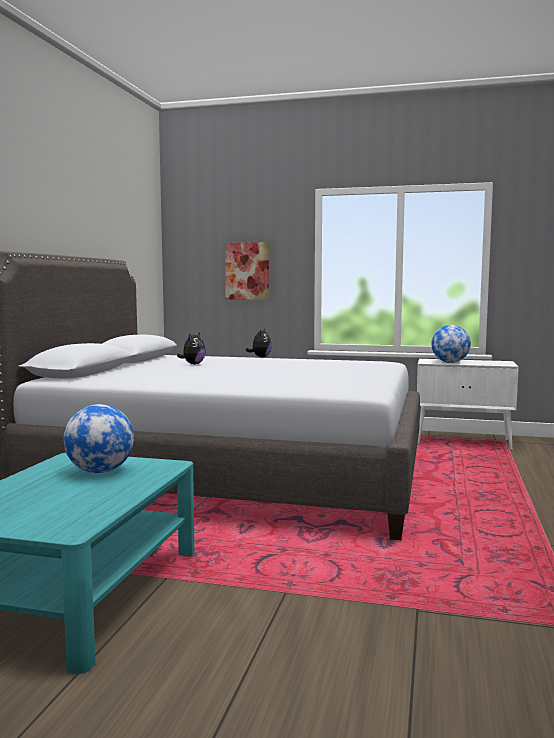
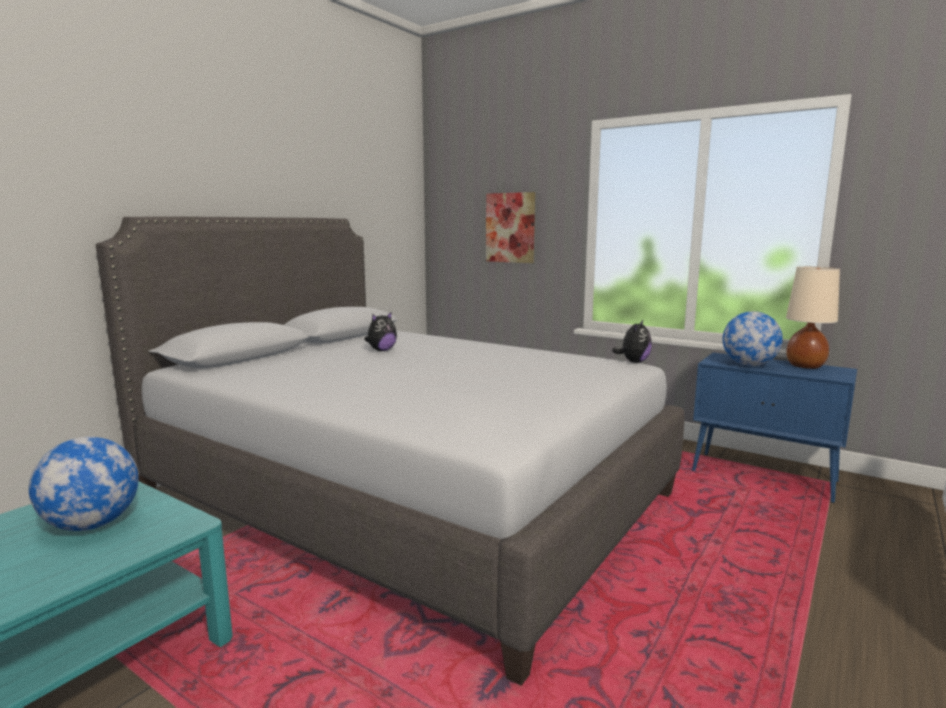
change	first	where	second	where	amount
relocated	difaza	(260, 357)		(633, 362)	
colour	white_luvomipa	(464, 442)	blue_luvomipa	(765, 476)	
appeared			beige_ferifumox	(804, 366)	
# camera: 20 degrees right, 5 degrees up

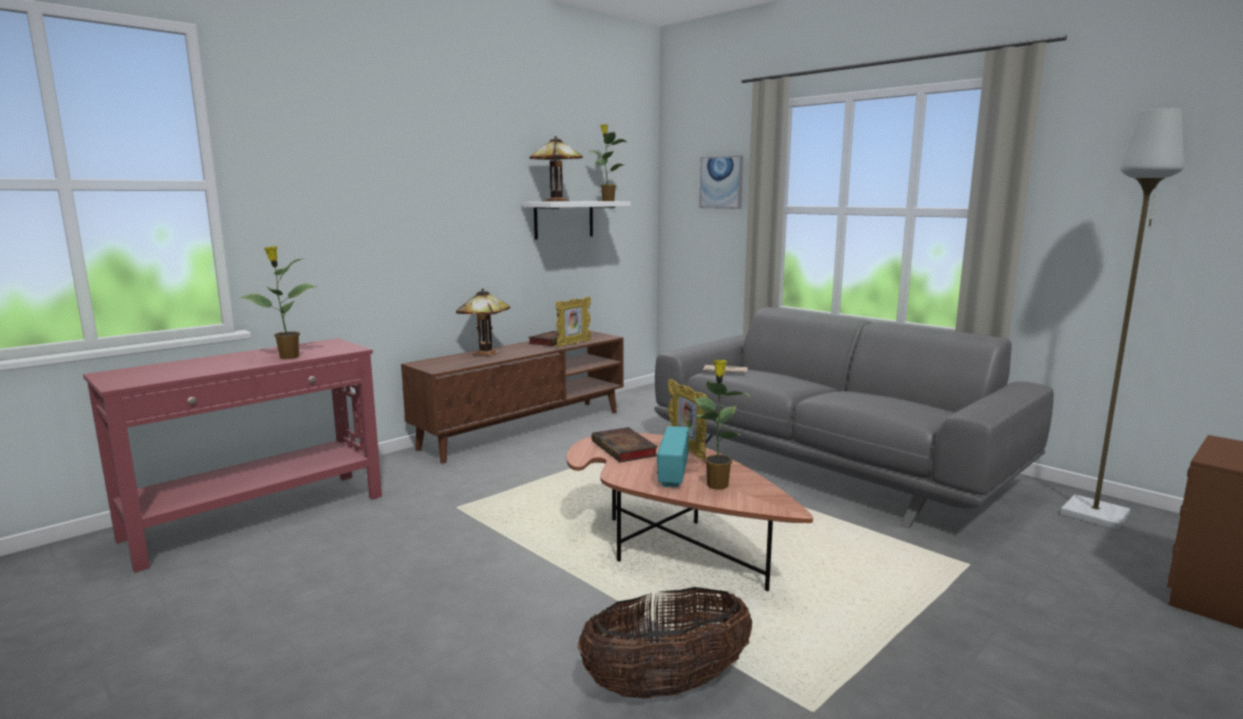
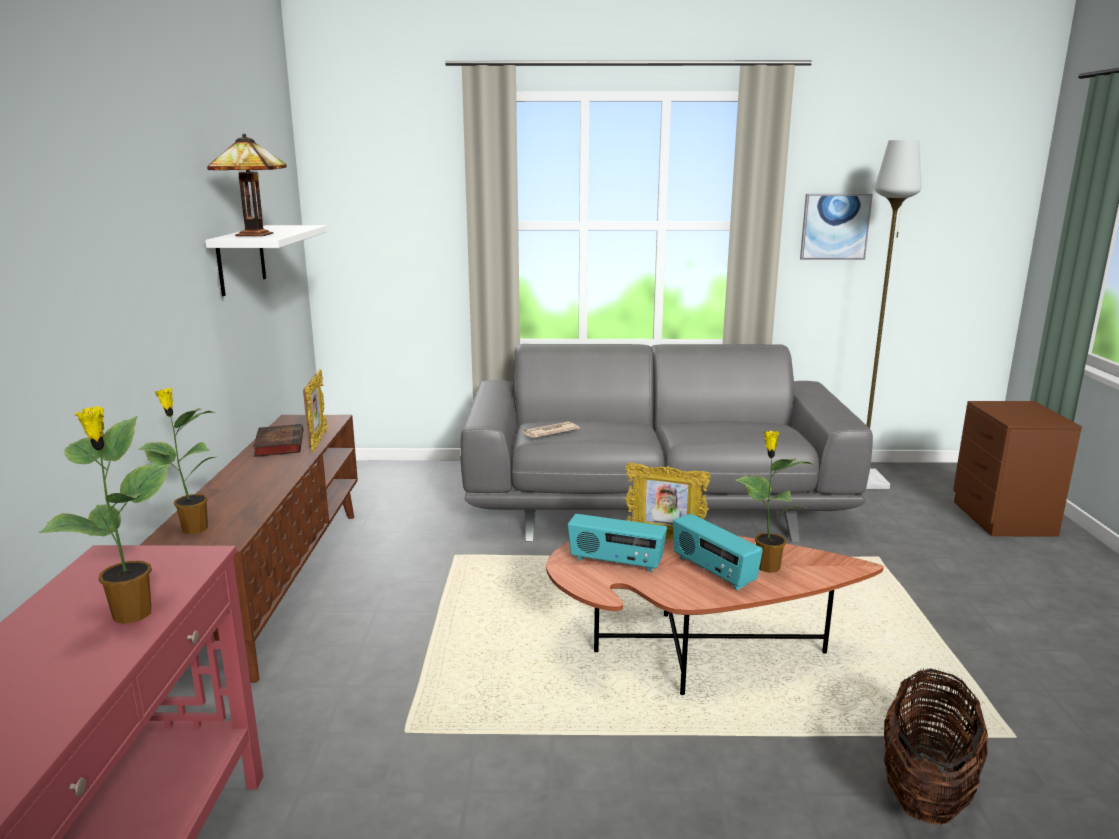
change	first	where	second	where	amount
relocated	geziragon	(607, 201)		(193, 529)	
exchanged	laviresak	(625, 449)	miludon	(615, 563)	
relocated	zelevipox	(721, 182)		(835, 226)	
missing	ferifumox	(486, 354)			
# camera: 45 degrees left, 5 degrees up

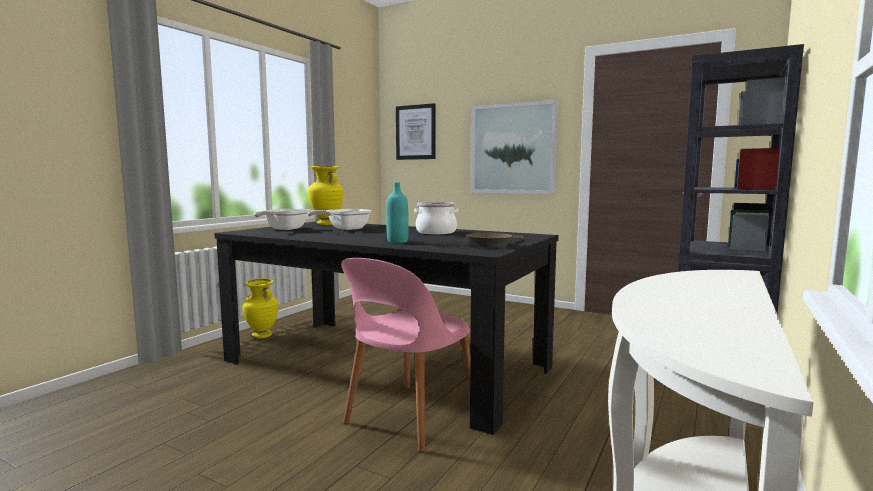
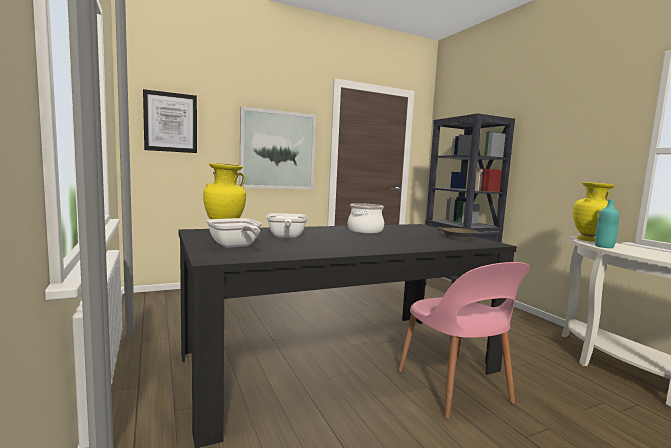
change	first	where	second	where	amount
relocated	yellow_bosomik	(261, 336)		(588, 240)	
relocated	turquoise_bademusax	(397, 241)		(604, 246)	
# camera: 55 degrees left, 0 degrees up

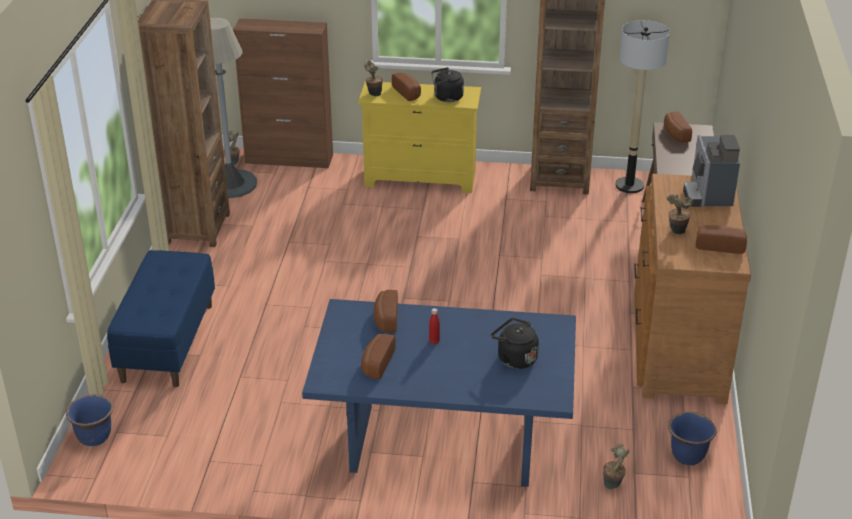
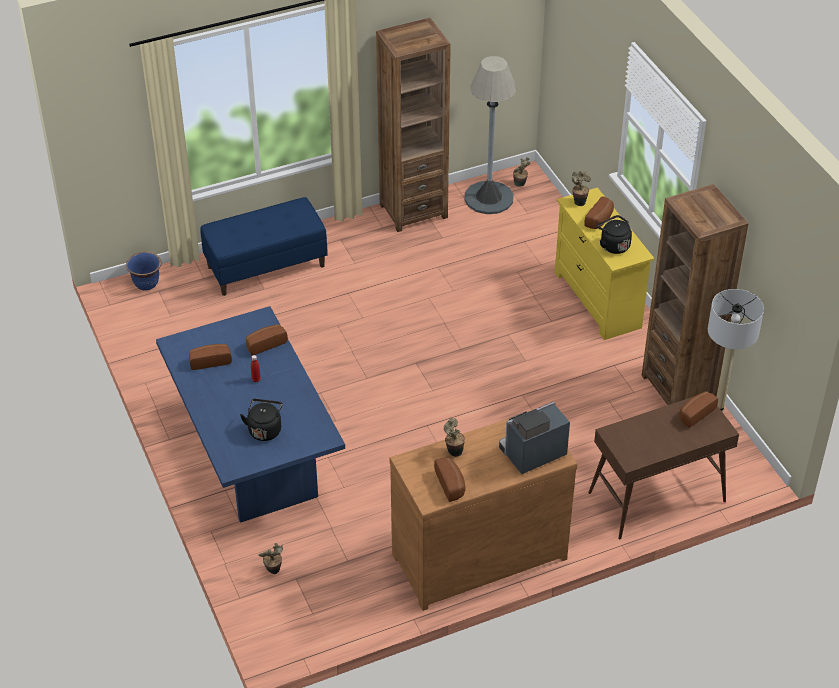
change	first	where	second	where	amount
missing	brown_luvomipa	(289, 159)			
missing	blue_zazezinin	(687, 456)			
# camera: 60 degrees right, 10 degrees up

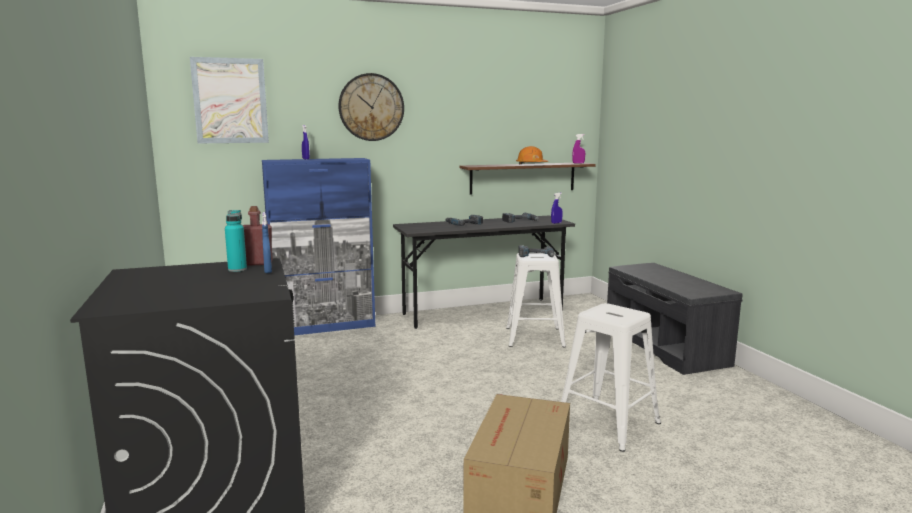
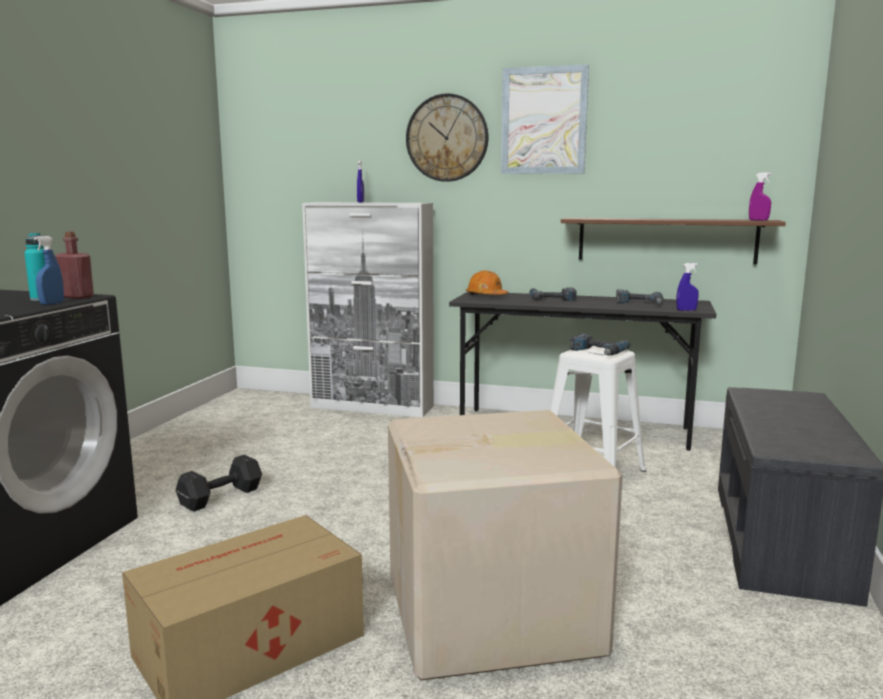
change	first	where	second	where	amount
appeared			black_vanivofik	(219, 497)	
colour	blue_luvomipa	(325, 327)	white_luvomipa	(372, 407)	
exchanged	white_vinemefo	(609, 423)	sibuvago	(494, 615)	
relocated	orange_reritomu	(531, 164)		(486, 296)	
relocated	zelevipox	(230, 101)		(544, 121)	
# camera: 35 degrees right, 0 degrees up

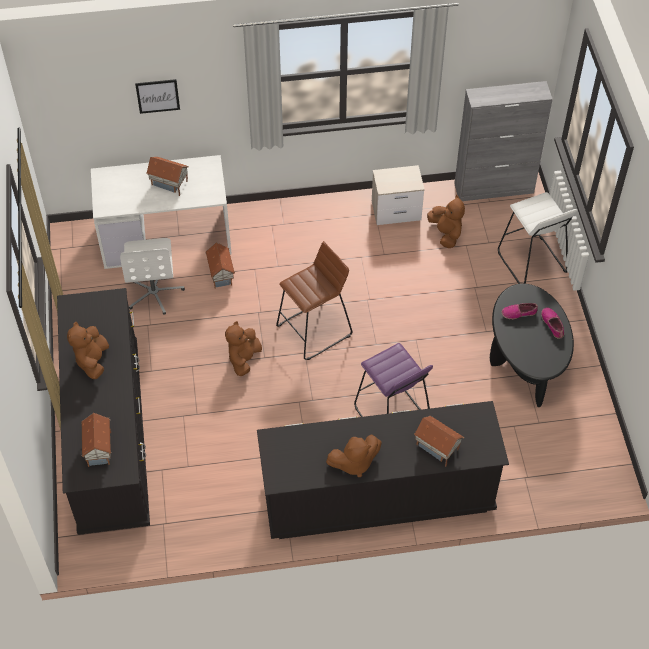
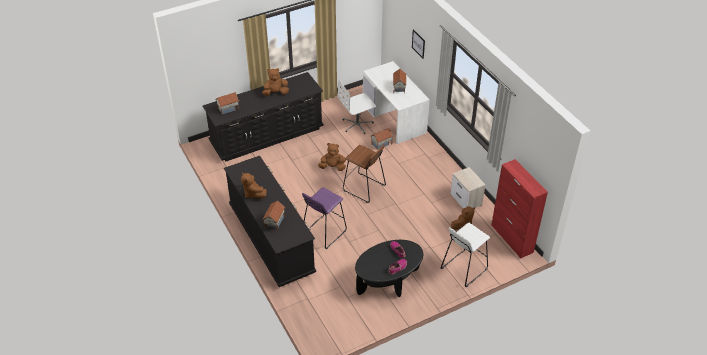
change	first	where	second	where	amount
colour	grey_luvomipa	(494, 188)	red_luvomipa	(512, 239)	
# camera: 70 degrees right, 10 degrees down

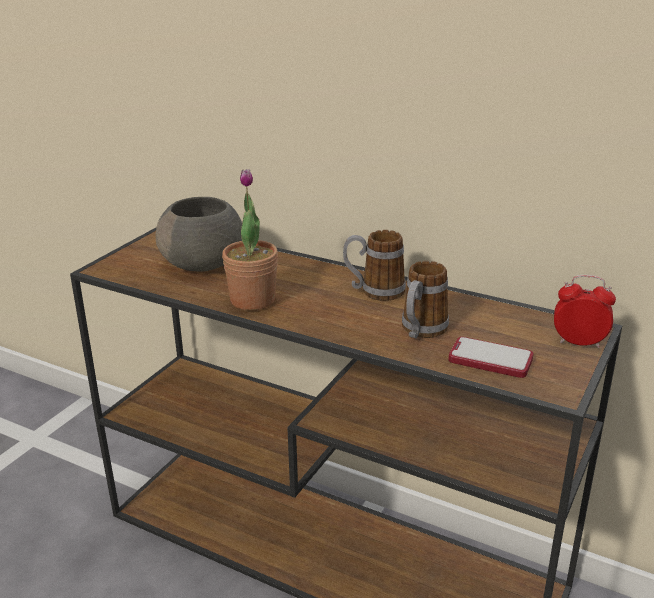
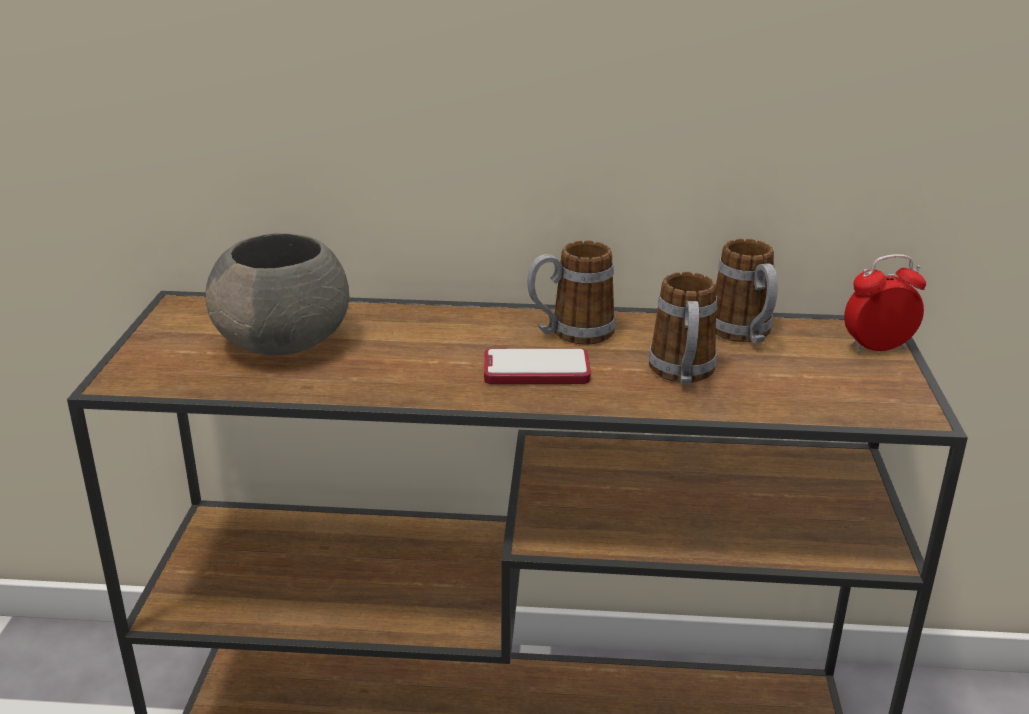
change	first	where	second	where	amount
relocated	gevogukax	(490, 359)		(536, 370)	
appeared			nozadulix	(745, 335)	
missing	geziragon	(252, 300)			
# camera: 25 degrees left, 0 degrees up

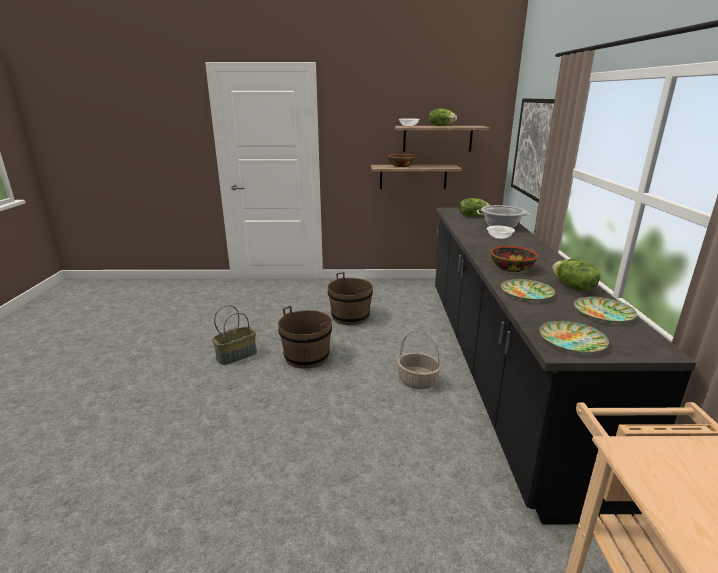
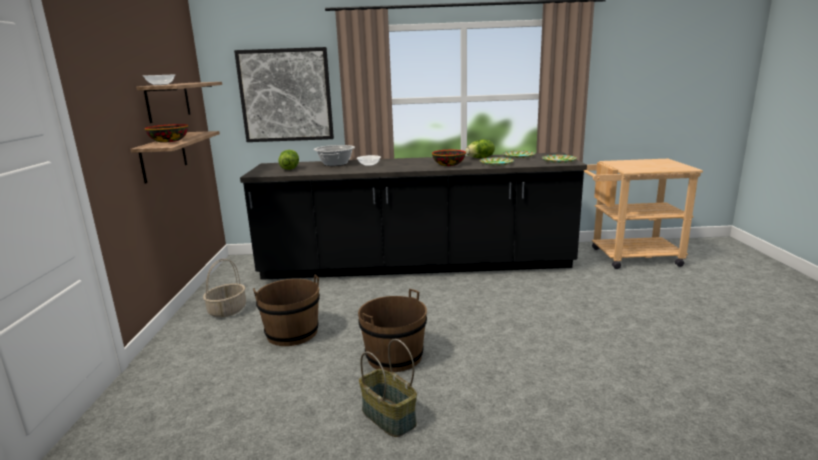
change	first	where	second	where	amount
relocated	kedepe	(418, 381)		(227, 310)	
missing	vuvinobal	(441, 126)			
# camera: 90 degrees left, 5 degrees down

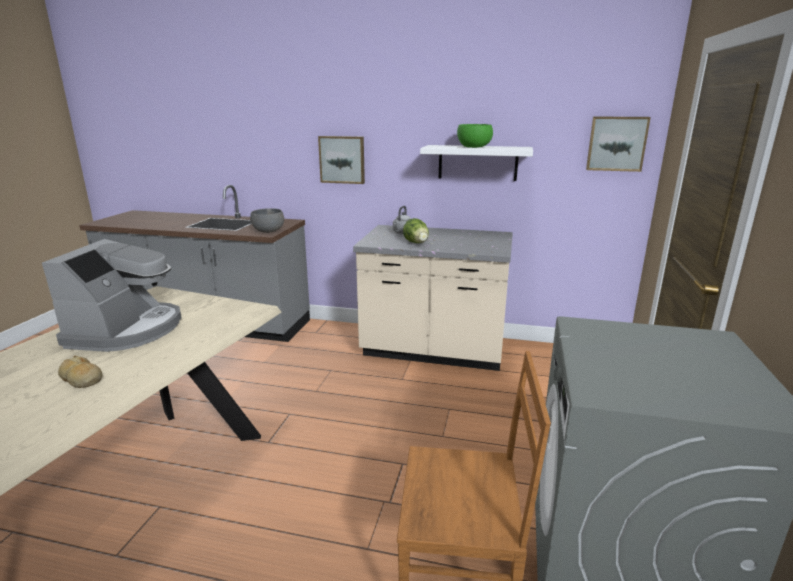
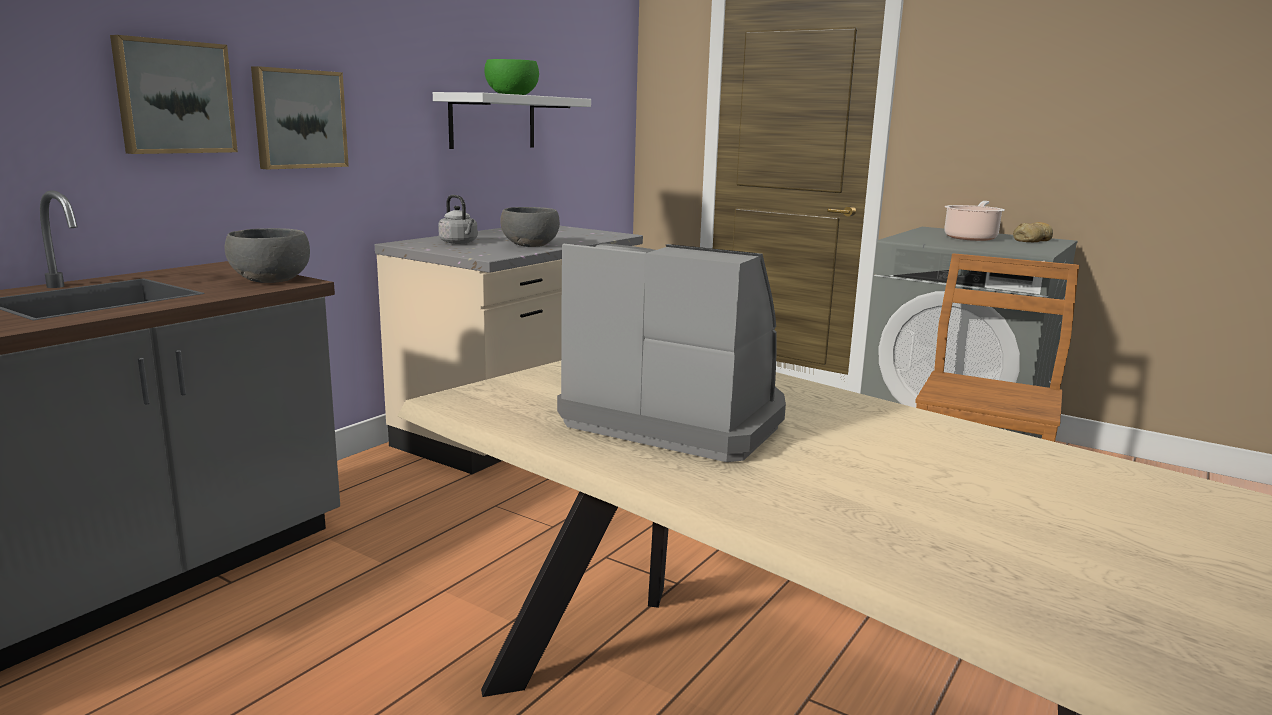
change	first	where	second	where	amount
relocated	zelevipox	(616, 143)		(174, 97)	
exchanged	vuvinobal	(417, 243)	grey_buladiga	(529, 245)	
appeared			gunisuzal	(971, 237)	
relocated	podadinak	(81, 379)		(1033, 240)	
# camera: 70 degrees left, 5 degrees down

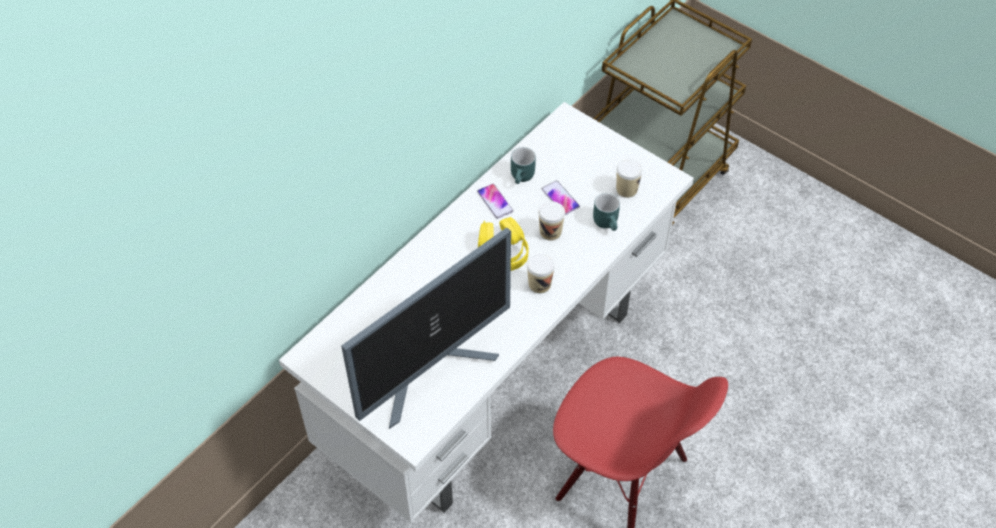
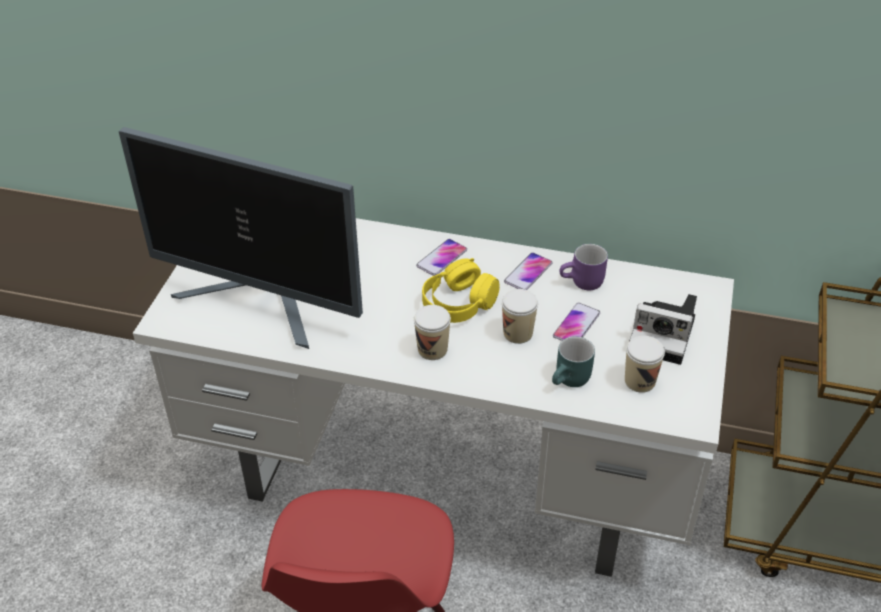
change	first	where	second	where	amount
appeared			gevogukax	(442, 258)	
colour	turquoise_nozadulix	(523, 177)	purple_nozadulix	(583, 283)	
appeared			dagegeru	(664, 335)	
# camera: 65 degrees right, 10 degrees down

